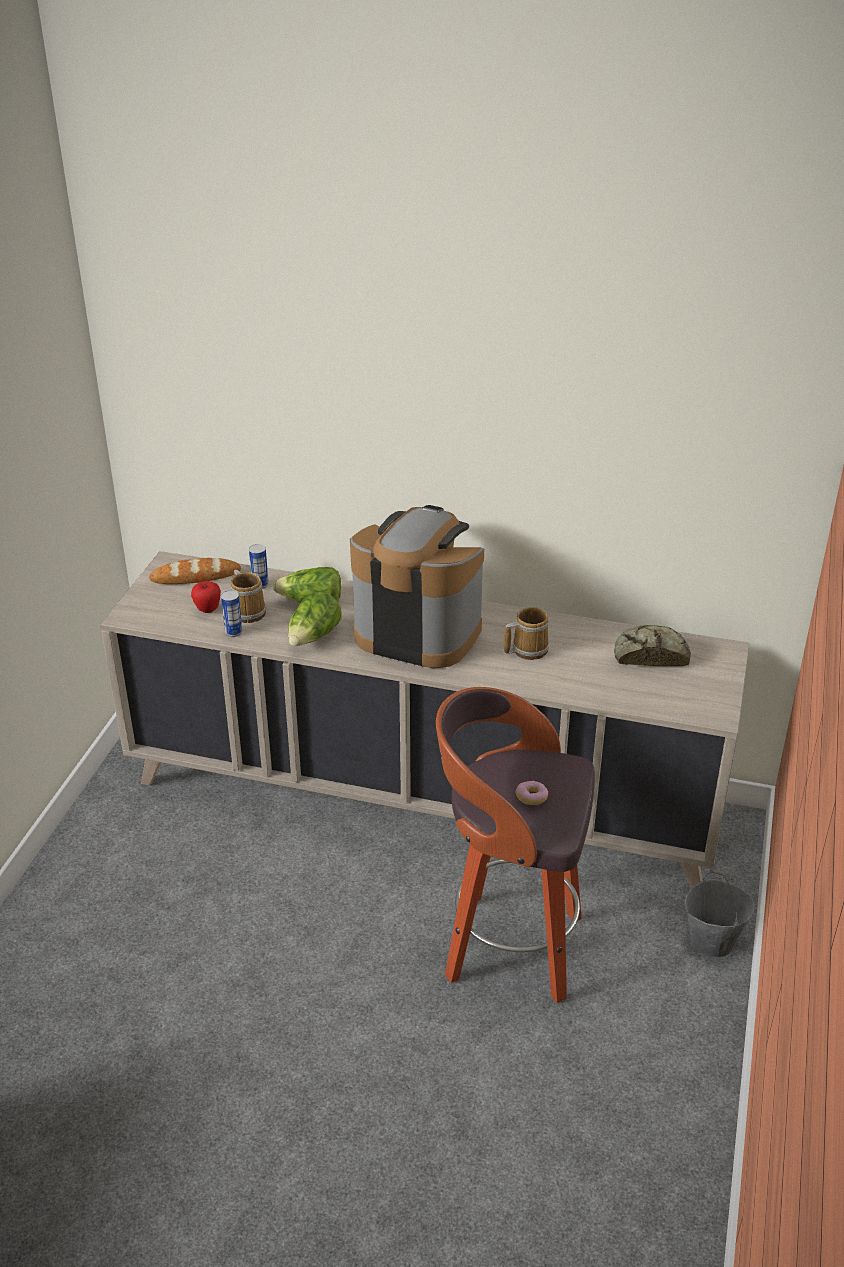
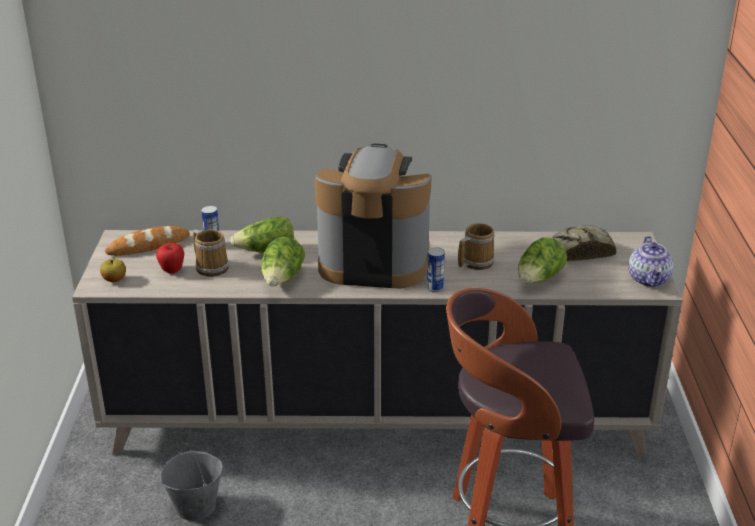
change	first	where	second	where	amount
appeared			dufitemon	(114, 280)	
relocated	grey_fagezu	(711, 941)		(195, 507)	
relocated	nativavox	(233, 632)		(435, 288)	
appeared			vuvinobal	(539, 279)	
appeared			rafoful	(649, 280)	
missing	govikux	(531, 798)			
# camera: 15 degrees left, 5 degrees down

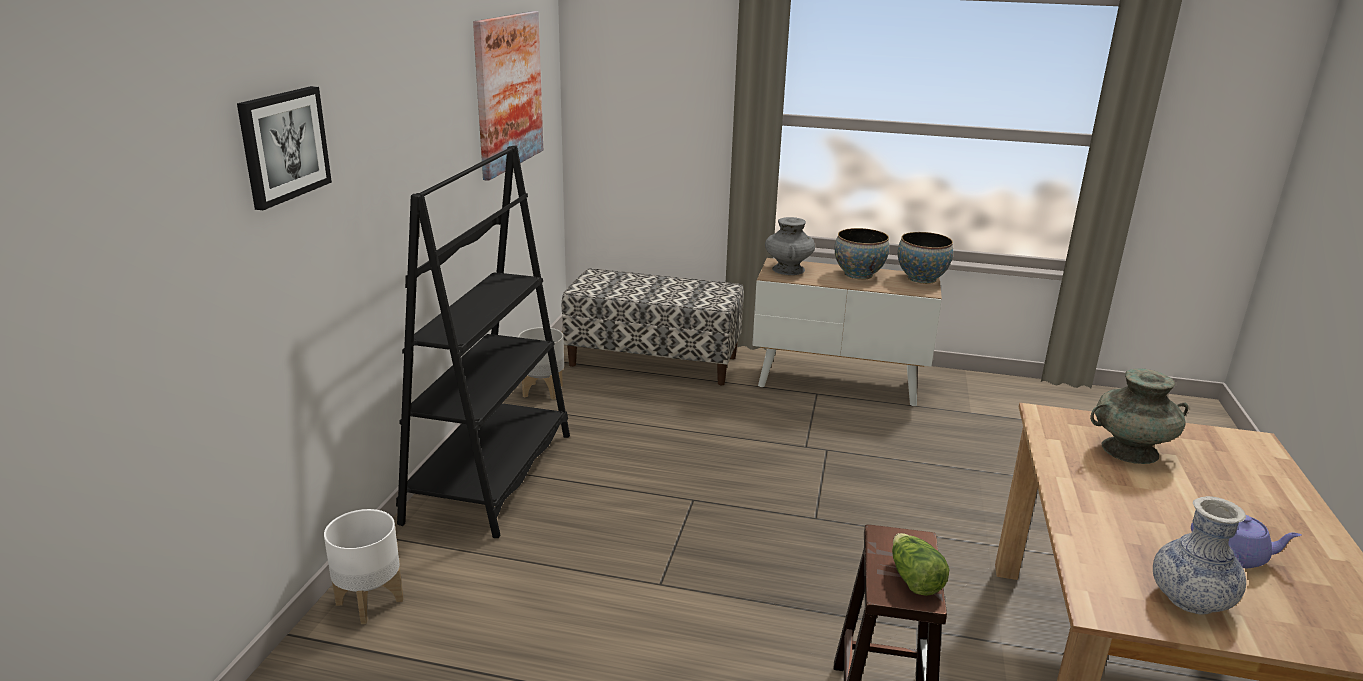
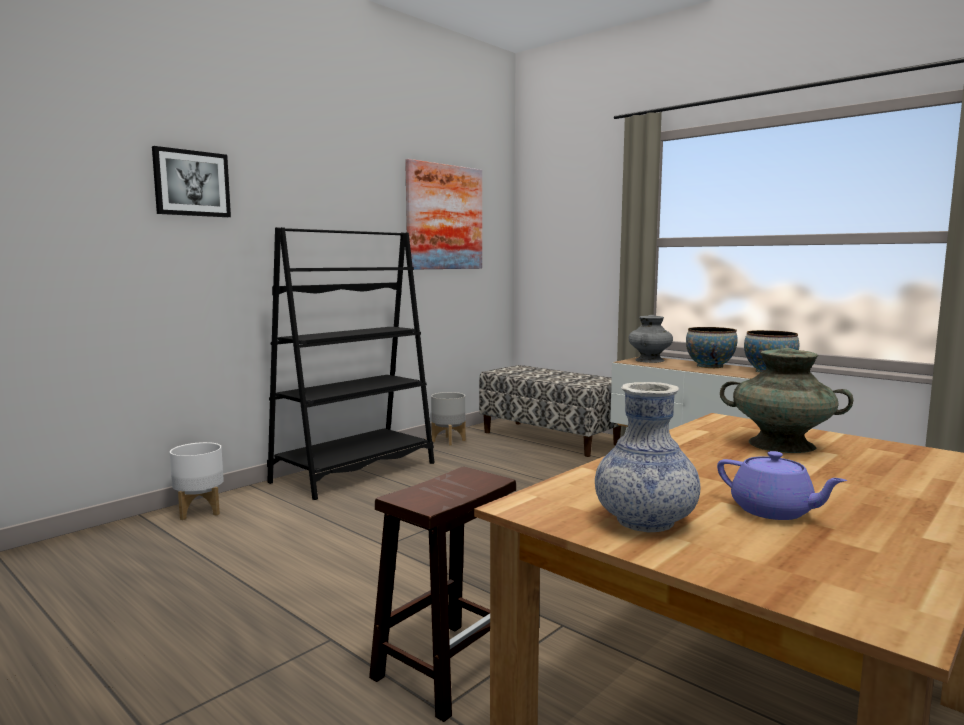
change	first	where	second	where	amount
missing	vuvinobal	(913, 579)			
# camera: 30 degrees right, 15 degrees down

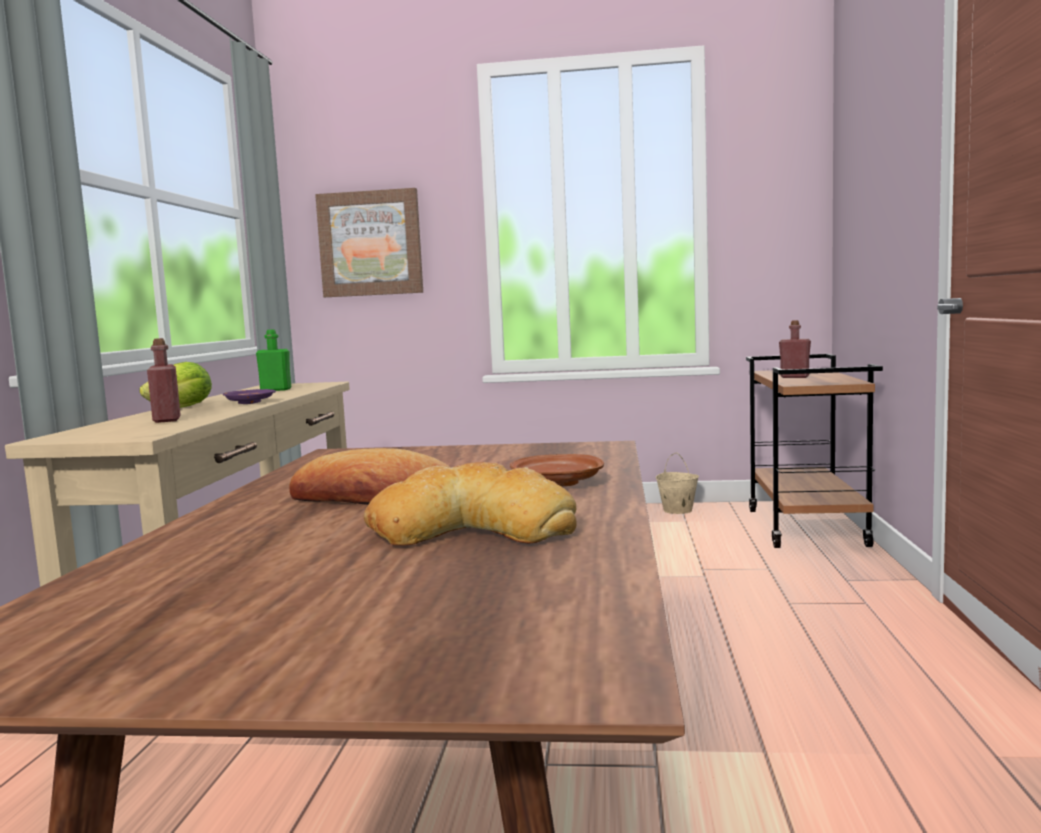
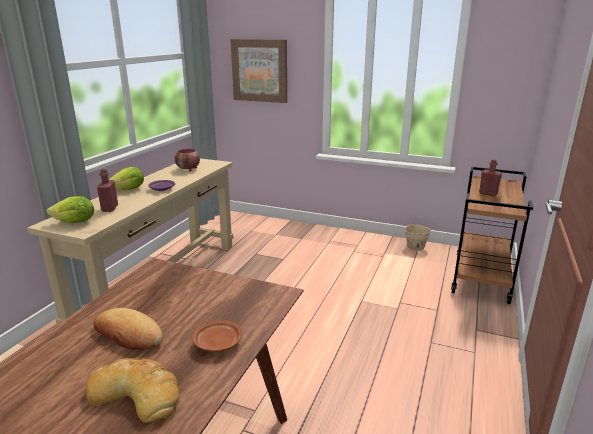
change	first	where	second	where	amount
appeared			vuvinobal	(75, 222)	
exchanged	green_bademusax	(276, 390)	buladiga	(188, 169)	
# camera: 15 degrees right, 15 degrees up

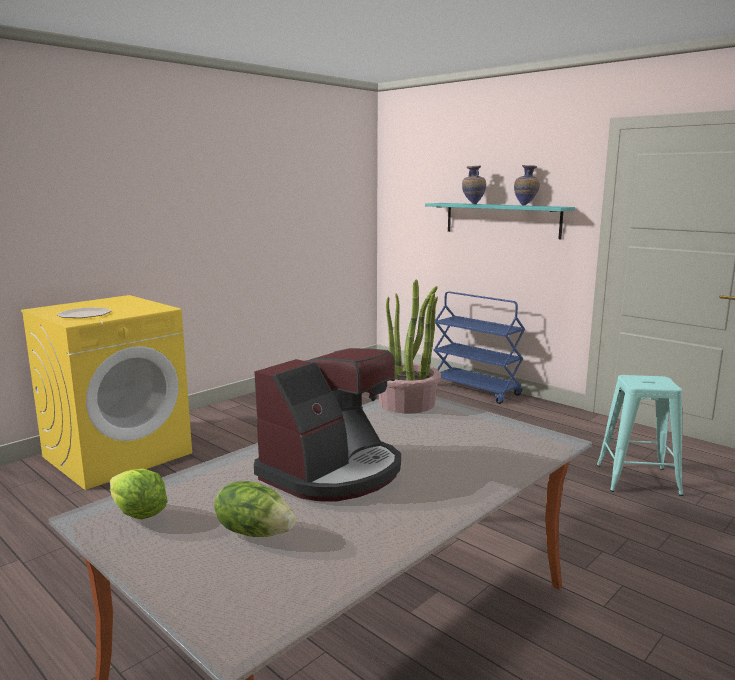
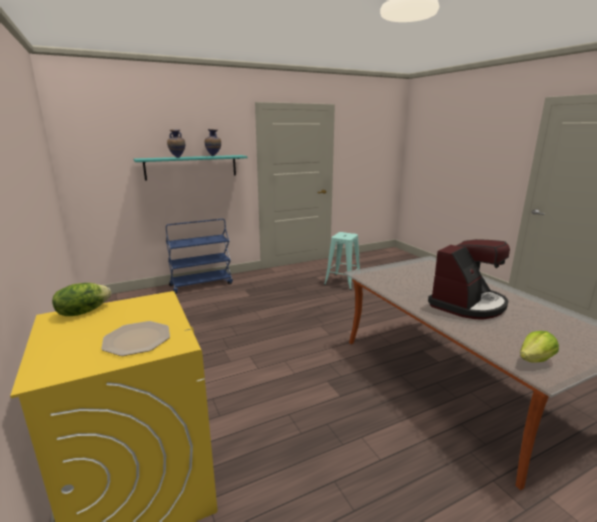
change	first	where	second	where	amount
relocated	vuvinobal	(254, 531)		(83, 312)	
spun	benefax	(333, 472)		(467, 304)	75 degrees clockwise
missing	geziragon	(407, 403)			
# camera: 70 degrees left, 5 degrees up

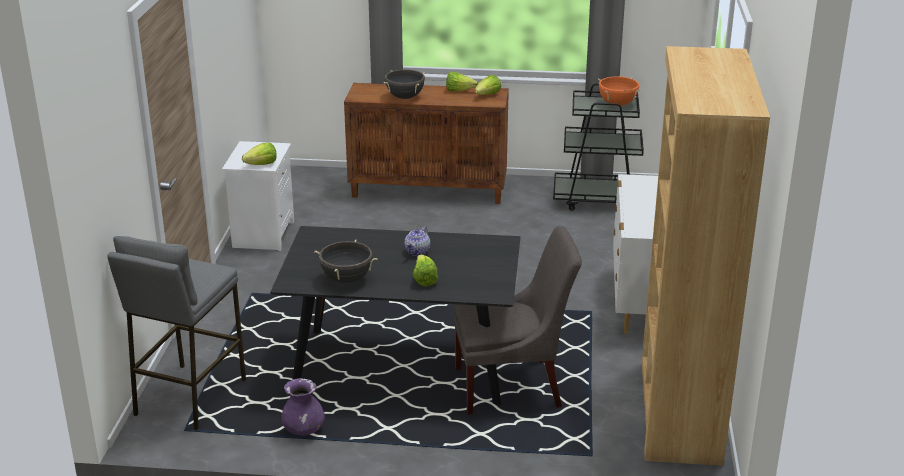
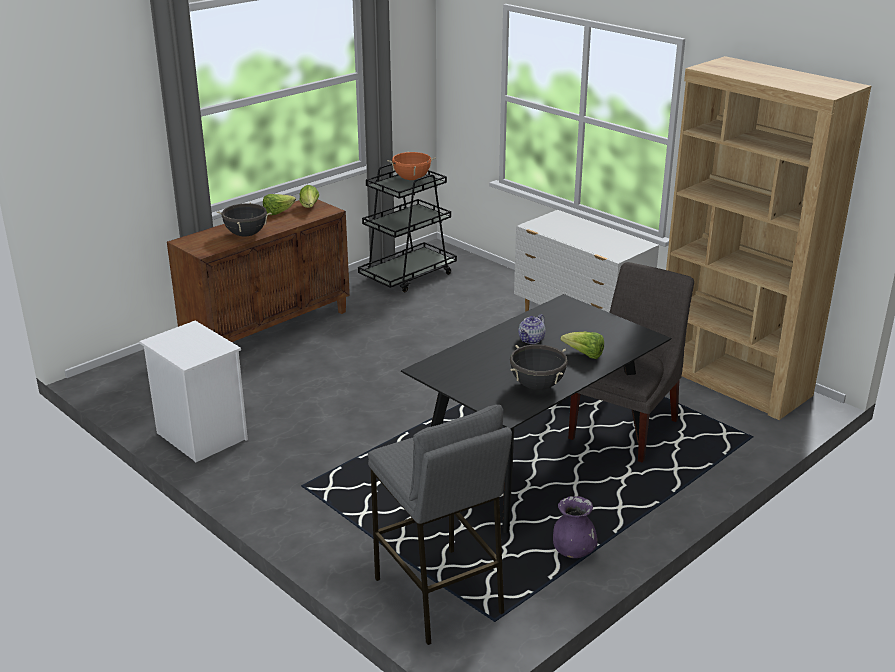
change	first	where	second	where	amount
spun	rafoful	(417, 252)		(531, 340)	60 degrees clockwise
missing	vuvinobal	(262, 164)			
# camera: 50 degrees left, 0 degrees up

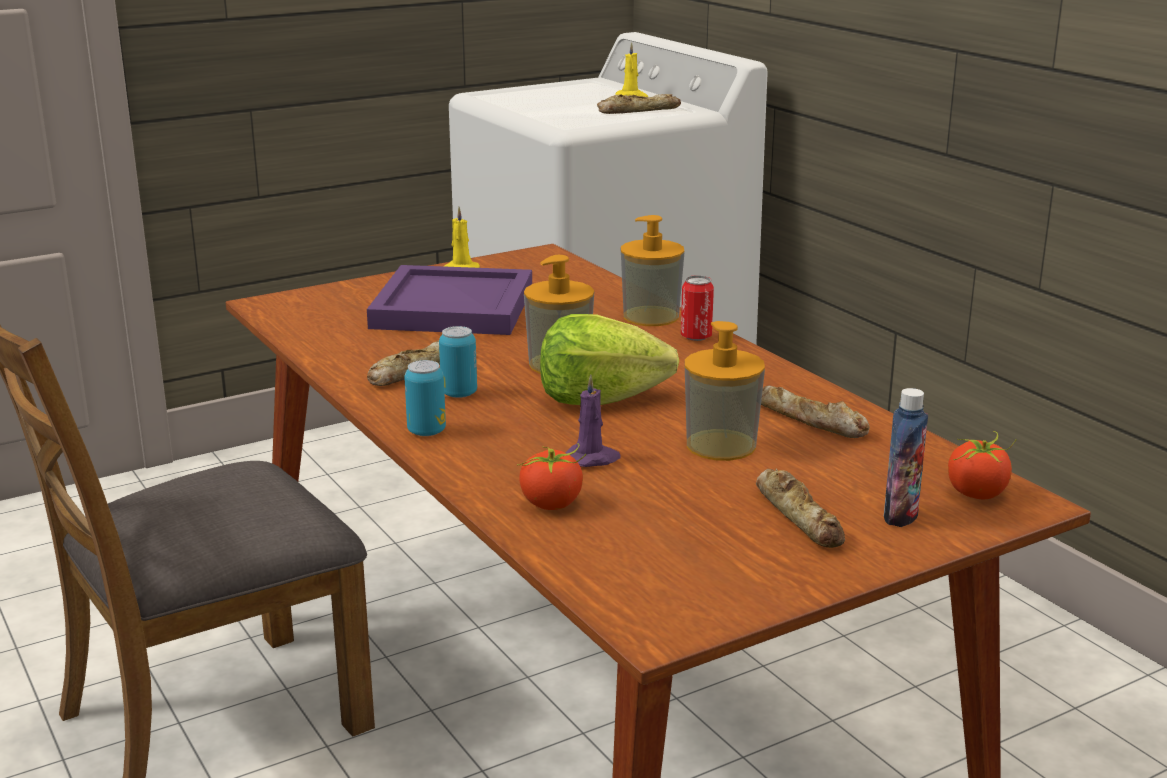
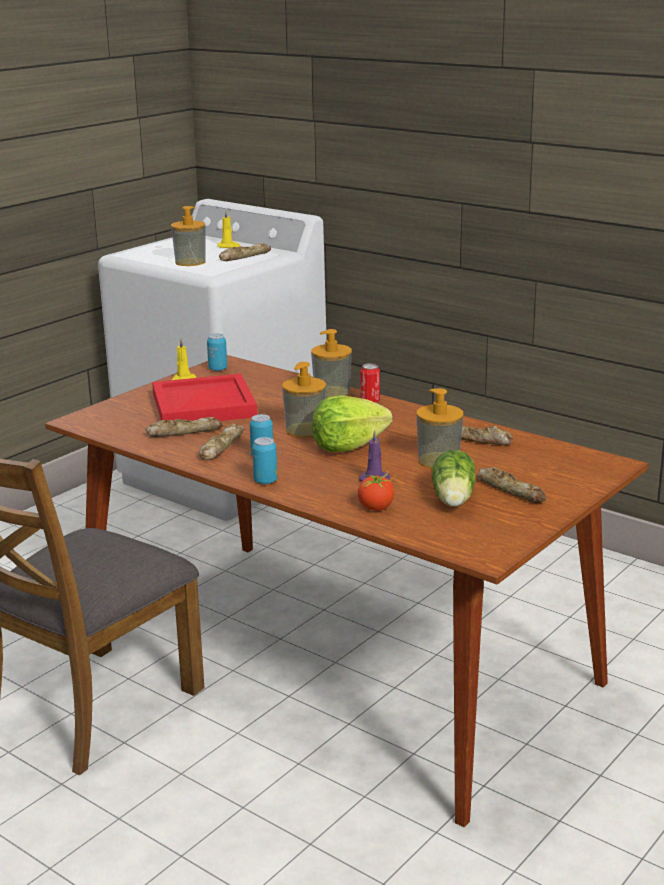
change	first	where	second	where	amount
appeared			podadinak	(184, 432)	
colour	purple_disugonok	(455, 308)	red_disugonok	(205, 405)	
appeared			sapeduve	(190, 262)	
appeared			nativavox	(218, 369)	
appeared			vuvinobal	(453, 500)	
missing	bademusax	(900, 516)			
missing	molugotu	(976, 493)			
# camera: 20 degrees left, 0 degrees up

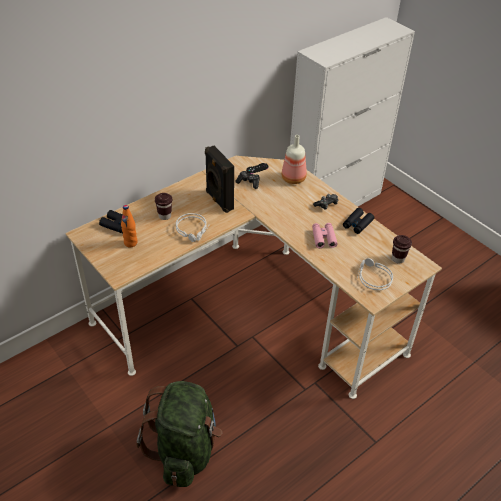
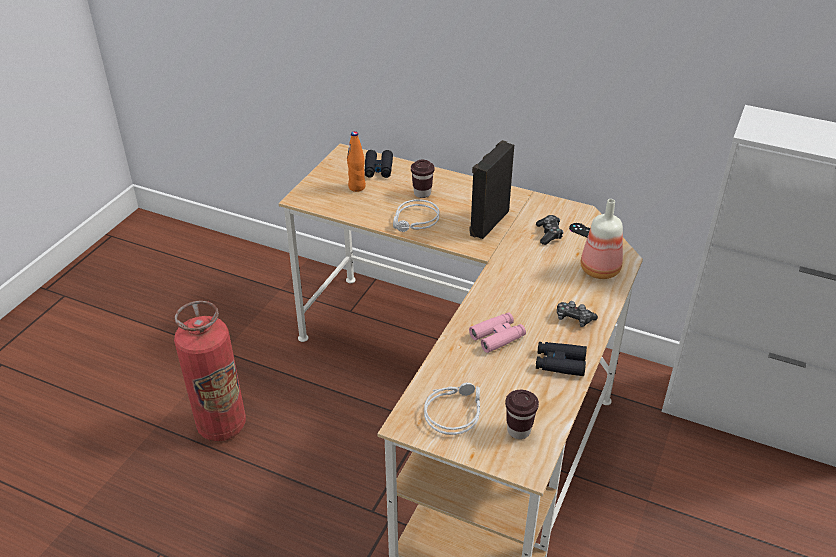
change	first	where	second	where	amount
exchanged	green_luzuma	(184, 449)	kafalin	(221, 425)	
# camera: 65 degrees right, 5 degrees down

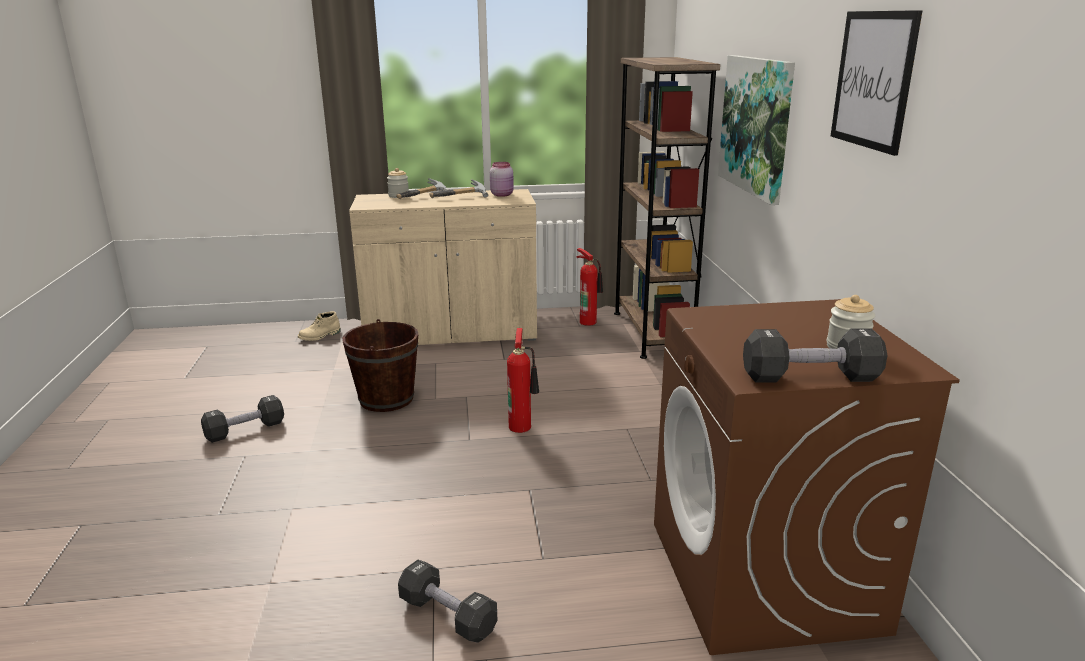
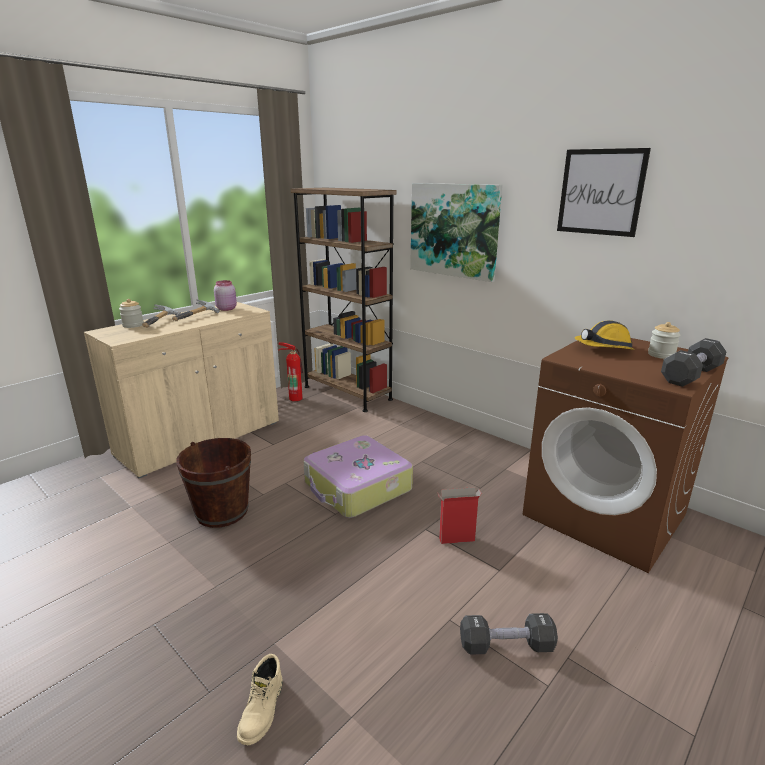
change	first	where	second	where	amount
relocated	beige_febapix	(320, 336)		(263, 710)	
exchanged	kafalin	(522, 426)	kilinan	(357, 487)	
appeared			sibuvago	(456, 539)	
appeared			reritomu	(604, 348)	
missing	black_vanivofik	(245, 430)			
# camera: 40 degrees left, 0 degrees up

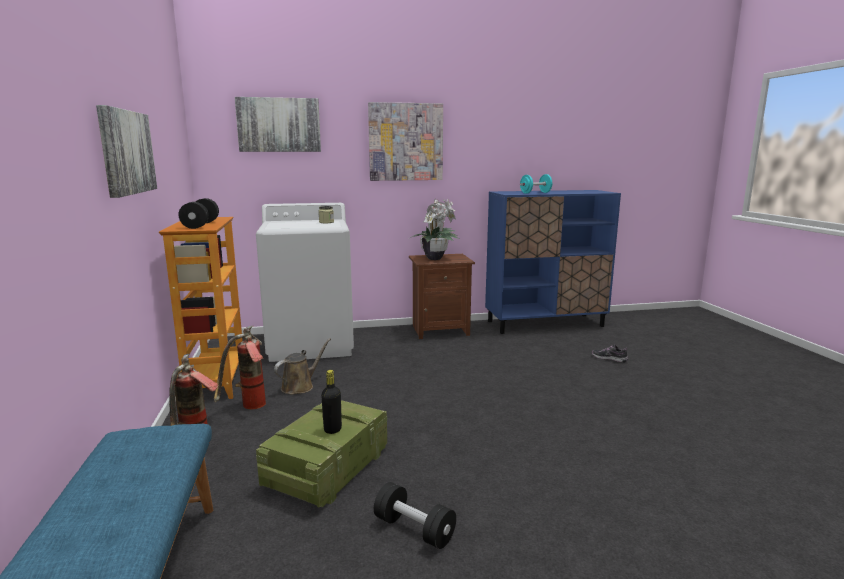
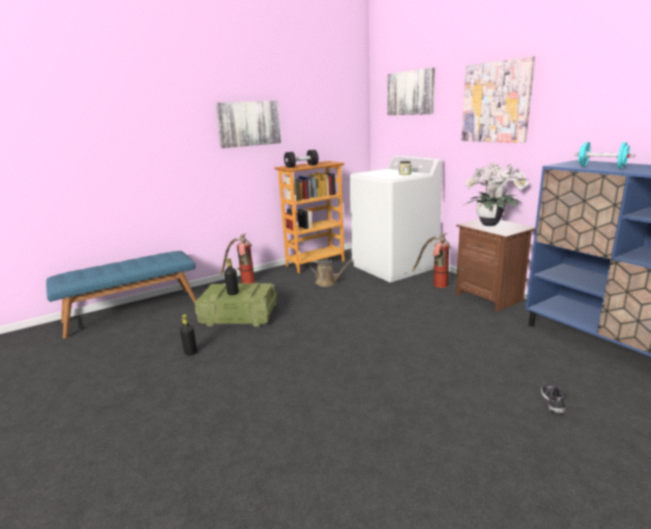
change	first	where	second	where	amount
exchanged	black_vanivofik	(414, 529)	black_bademusax	(190, 352)	
relocated	kafalin	(248, 408)		(434, 285)	
# camera: 70 degrees right, 5 degrees up

